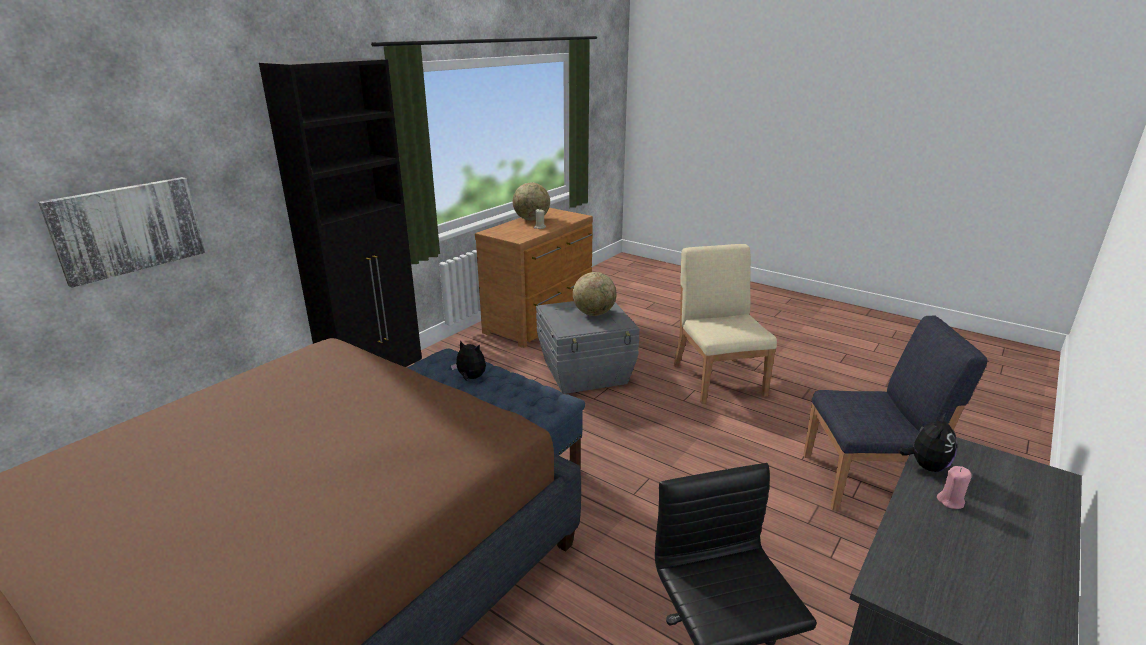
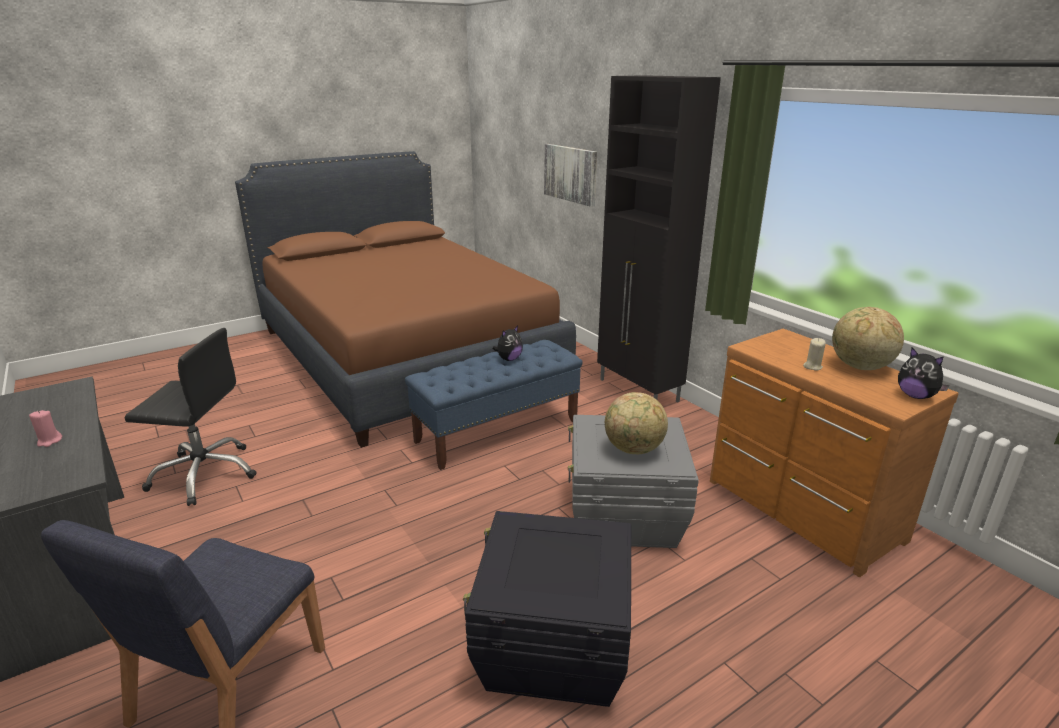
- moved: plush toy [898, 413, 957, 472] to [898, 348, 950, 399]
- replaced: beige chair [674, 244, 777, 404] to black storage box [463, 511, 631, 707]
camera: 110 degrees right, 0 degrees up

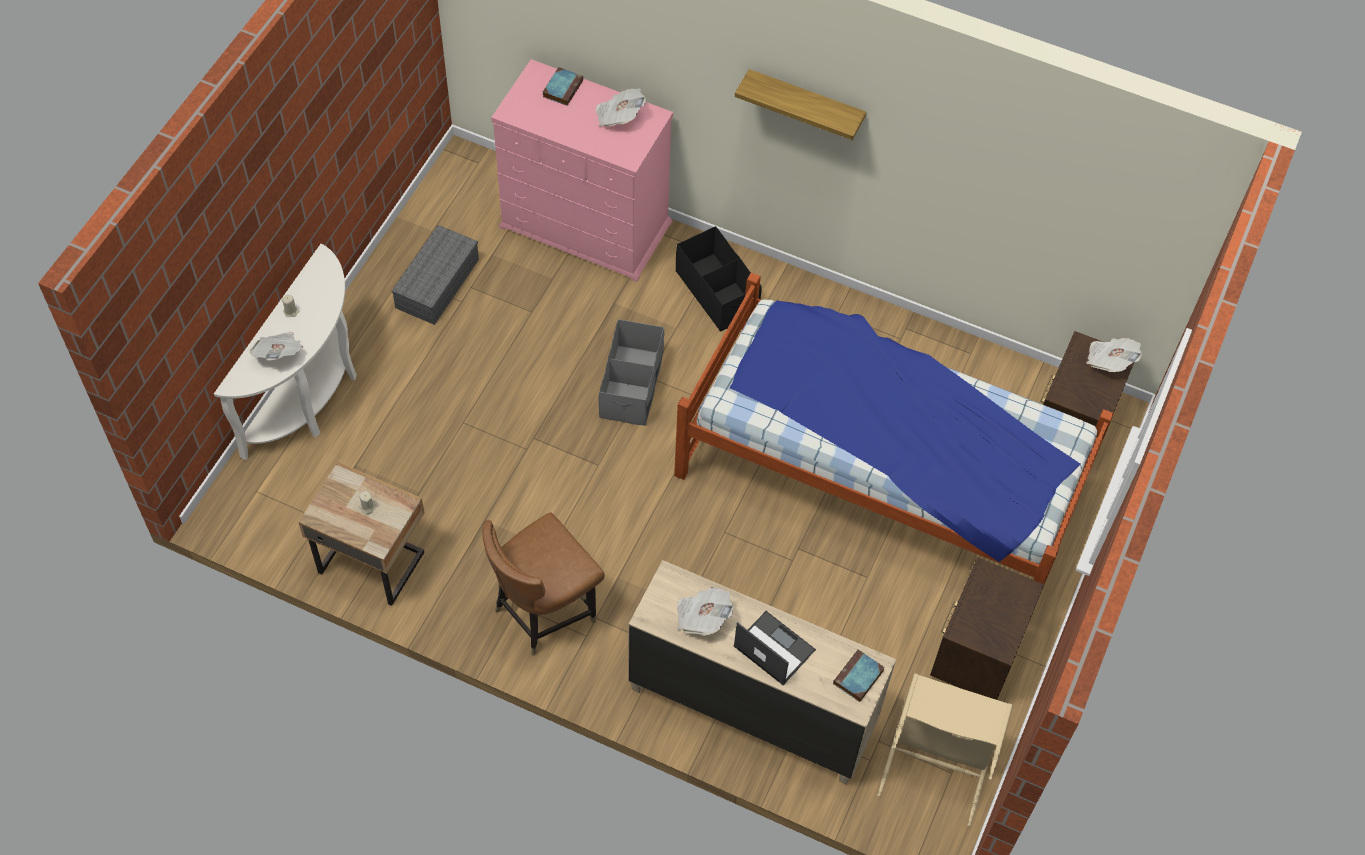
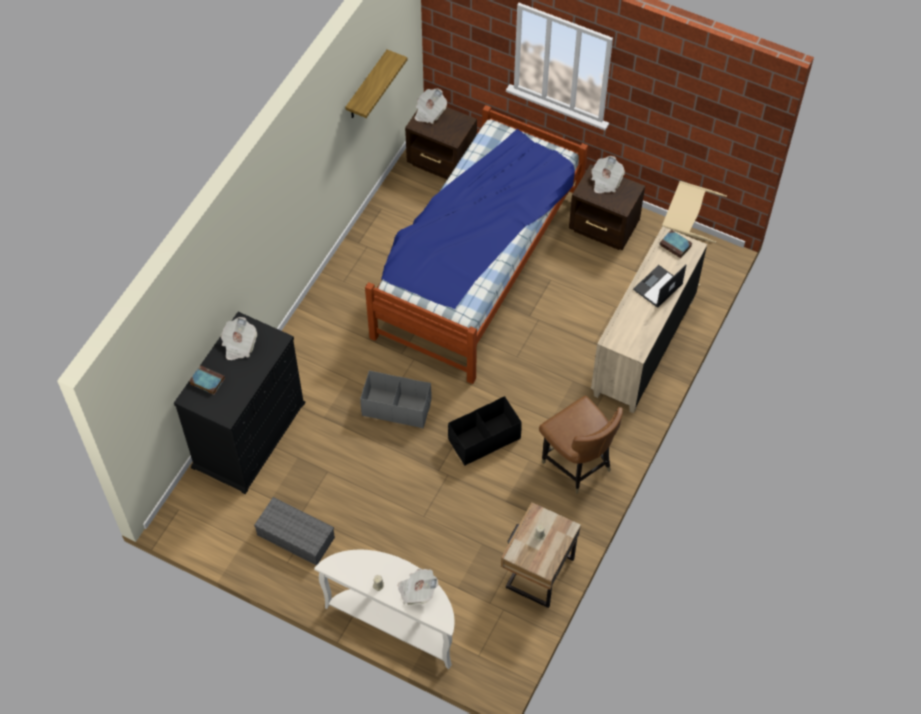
- moved: black storage box [676, 226, 762, 332] to [448, 396, 522, 466]
- moved: newspaper [677, 587, 734, 636] to [591, 156, 625, 193]
- moved: shelf [735, 69, 866, 140] to [345, 49, 407, 118]
- recoloured: pink dresser [491, 59, 673, 282] to black dresser [174, 312, 306, 494]
camera: 85 degrees left, 0 degrees up

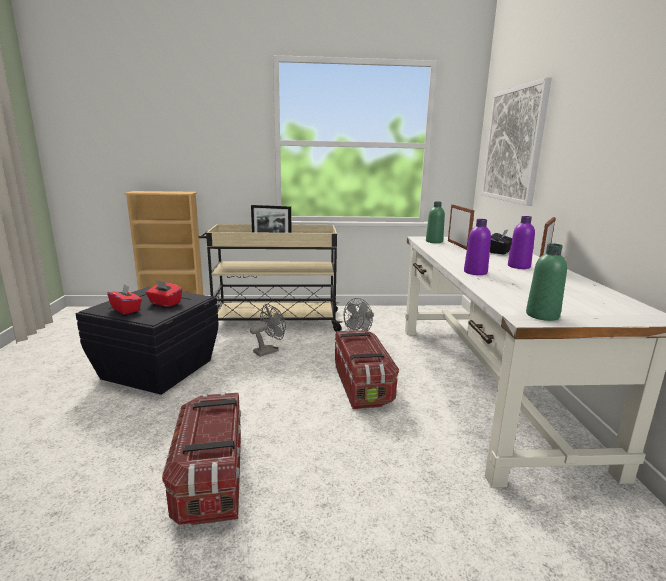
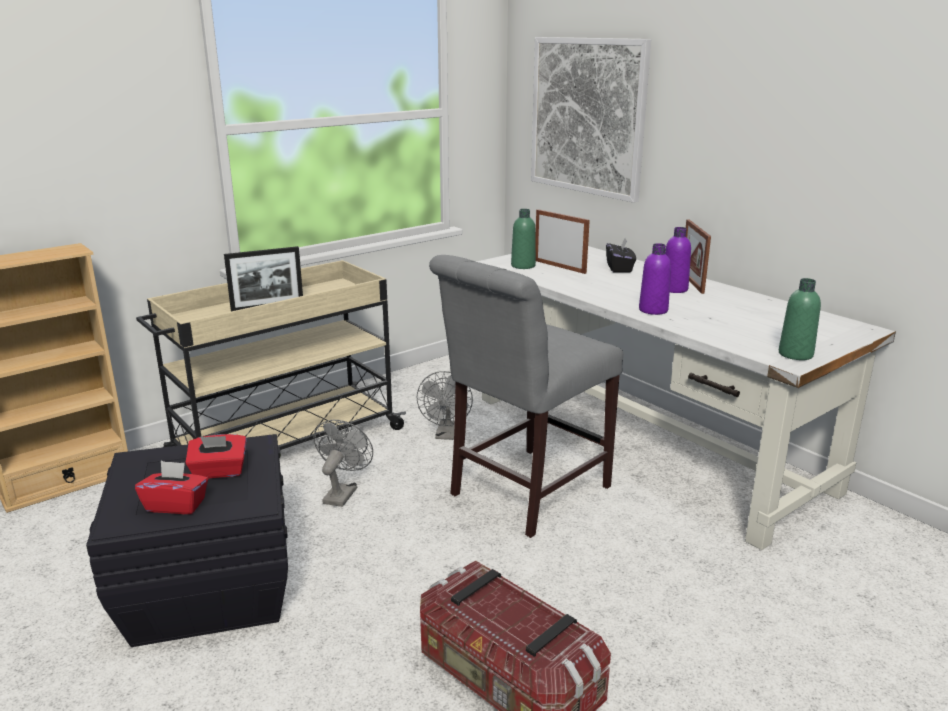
- replaced: storage box [335, 329, 399, 409] to grey chair [429, 255, 623, 538]
camera: 35 degrees left, 5 degrees up

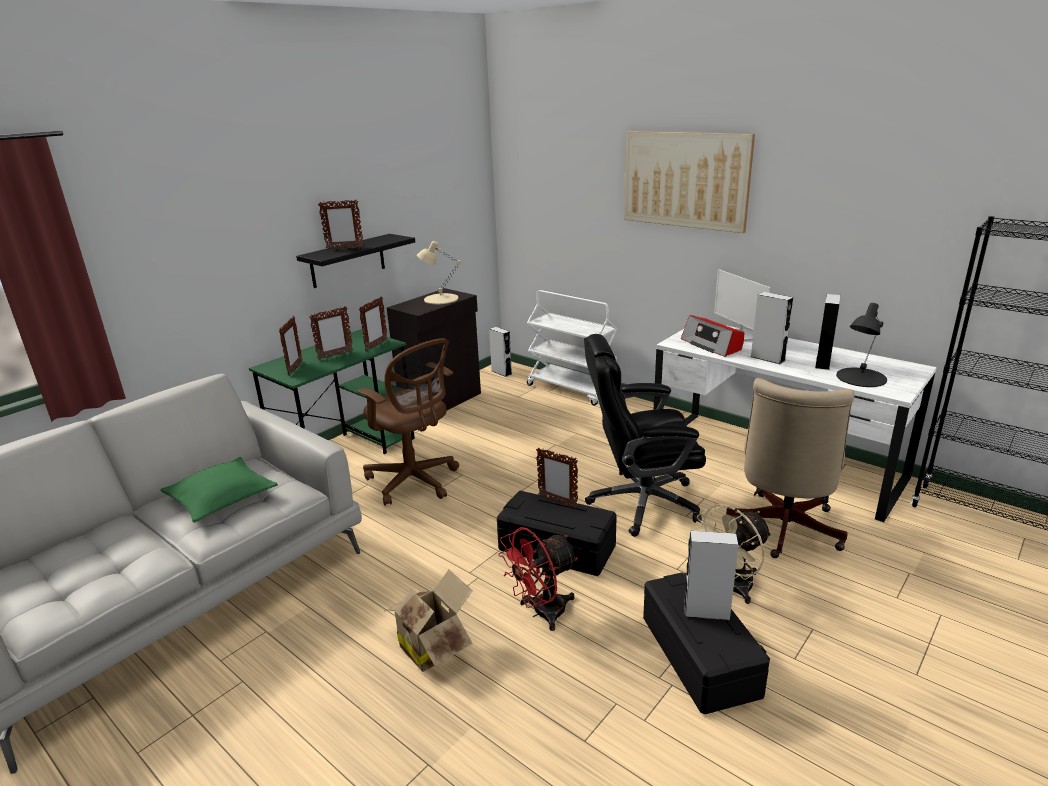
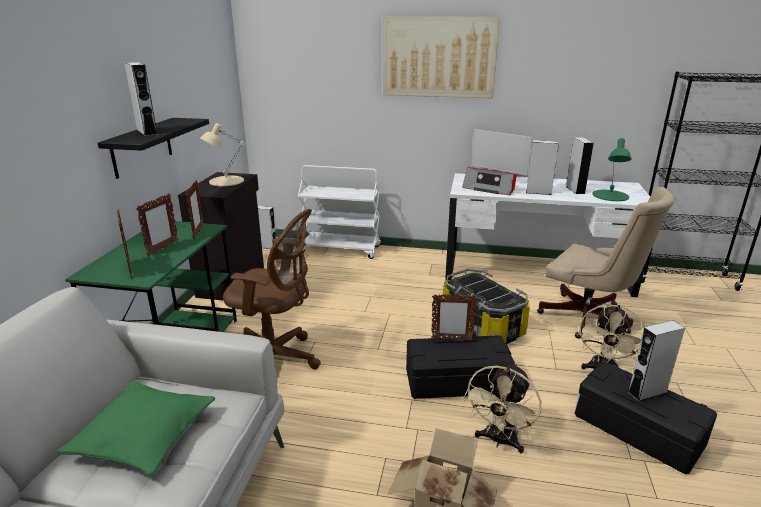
- replaced: picture frame [318, 200, 364, 249] to grey speaker [124, 62, 157, 136]
- replaced: black office chair [584, 334, 706, 537] to storage box [443, 269, 530, 344]
- recoloured: red fan [498, 527, 578, 631] to beige fan [463, 363, 541, 453]
- recoloured: black table lamp [836, 303, 887, 387] to green table lamp [592, 138, 632, 201]
- turned: beige office chair [726, 378, 855, 558] = [537, 187, 674, 339] 45 degrees counterclockwise
camera: 30 degrees left, 0 degrees up

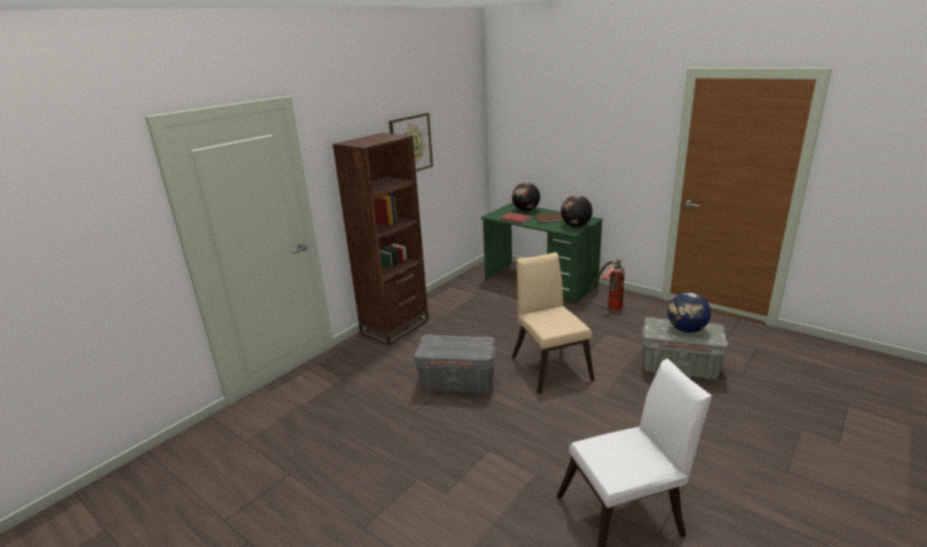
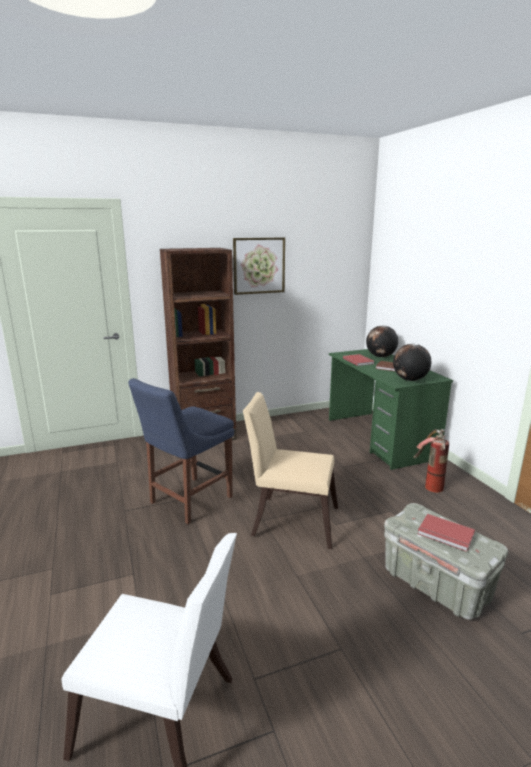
- replaced: grey storage box [414, 335, 496, 395] to blue chair [128, 378, 234, 524]
- replaced: globe [668, 293, 711, 333] to red book [417, 514, 475, 552]
- turned: beige chair [512, 252, 595, 394] = [243, 392, 338, 549] 90 degrees counterclockwise
camera: 30 degrees right, 5 degrees down

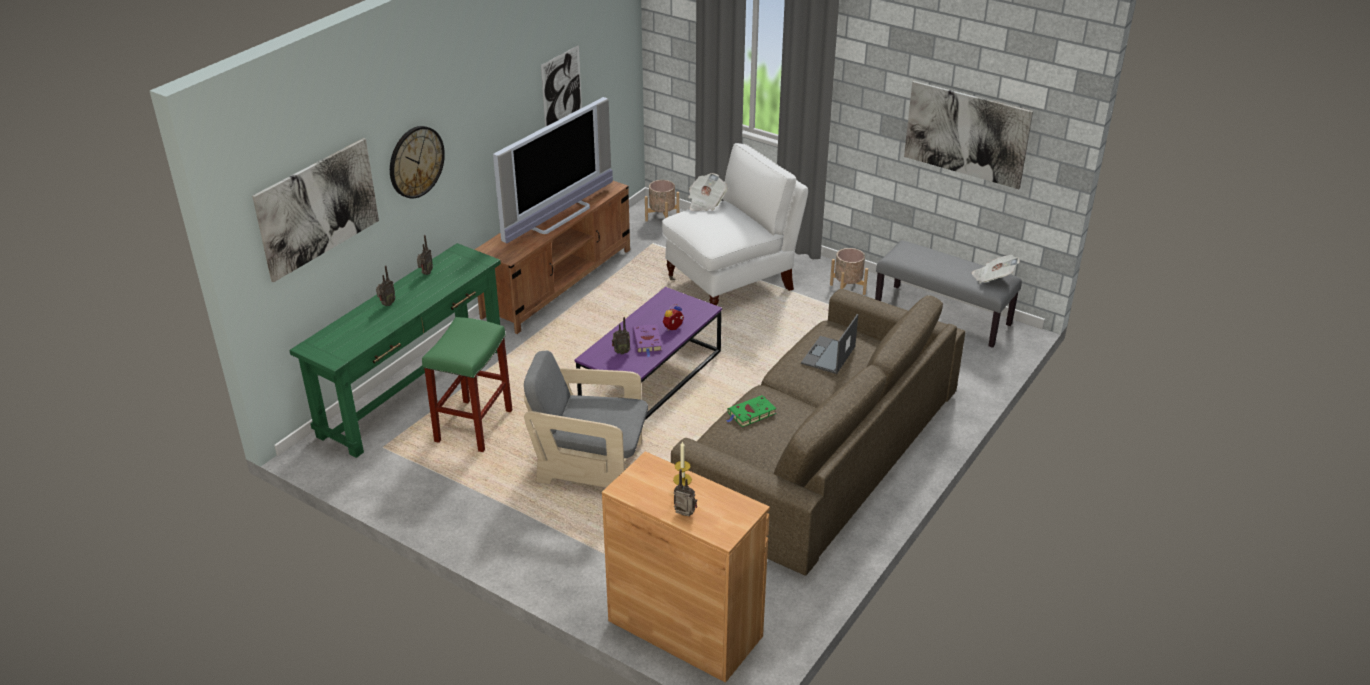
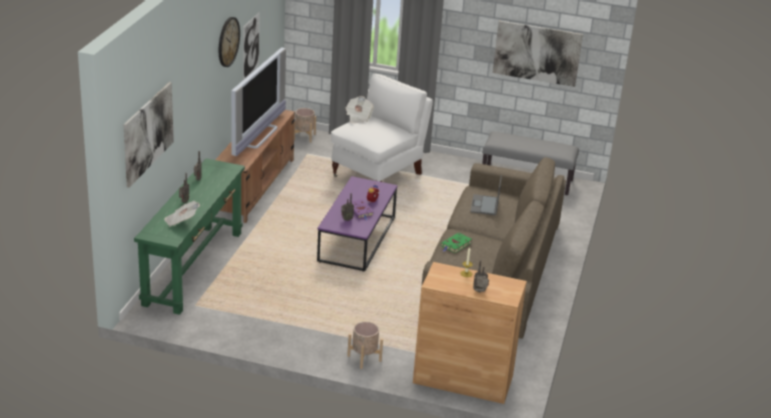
- removed: green stool [422, 317, 512, 452]
- removed: grey armchair [524, 351, 648, 488]
- moved: wall clock [390, 126, 445, 198] to [219, 17, 240, 67]
- moved: beige planter [830, 248, 868, 295] to [347, 321, 383, 369]
- moved: newspaper [972, 255, 1020, 283] to [164, 201, 200, 227]
camera: 20 degrees left, 5 degrees down

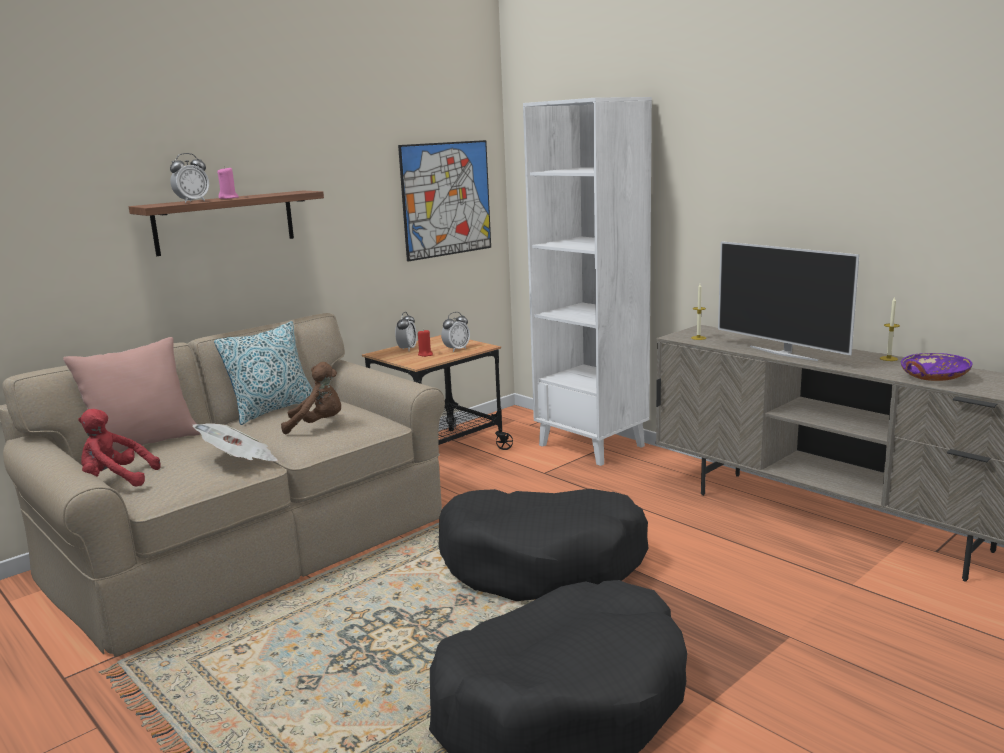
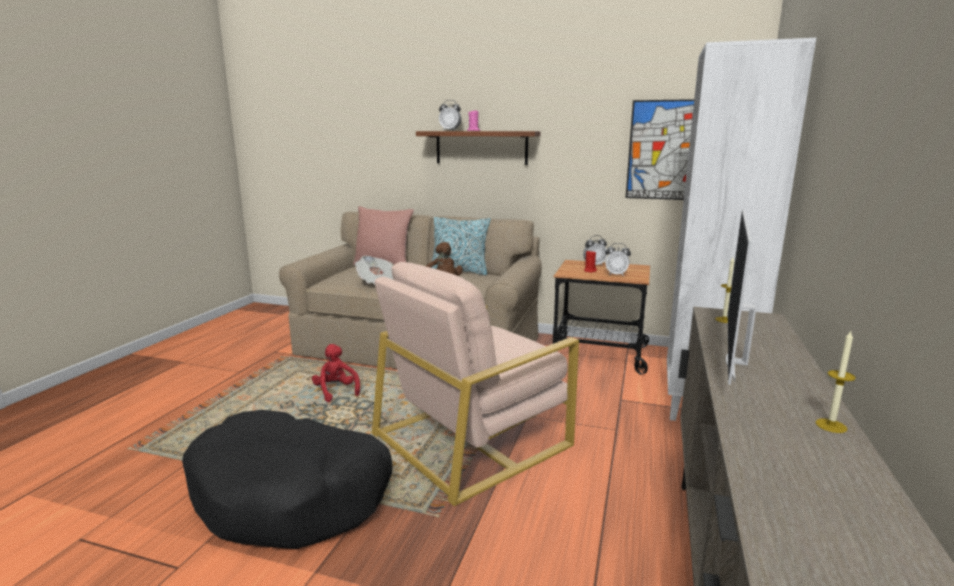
- removed: purple bowl [901, 353, 972, 381]
- moved: red plush toy [78, 409, 161, 487] to [312, 344, 360, 402]
- replaced: black dog bed [439, 489, 648, 601] to beige armchair [372, 262, 579, 506]
camera: 60 degrees right, 0 degrees up

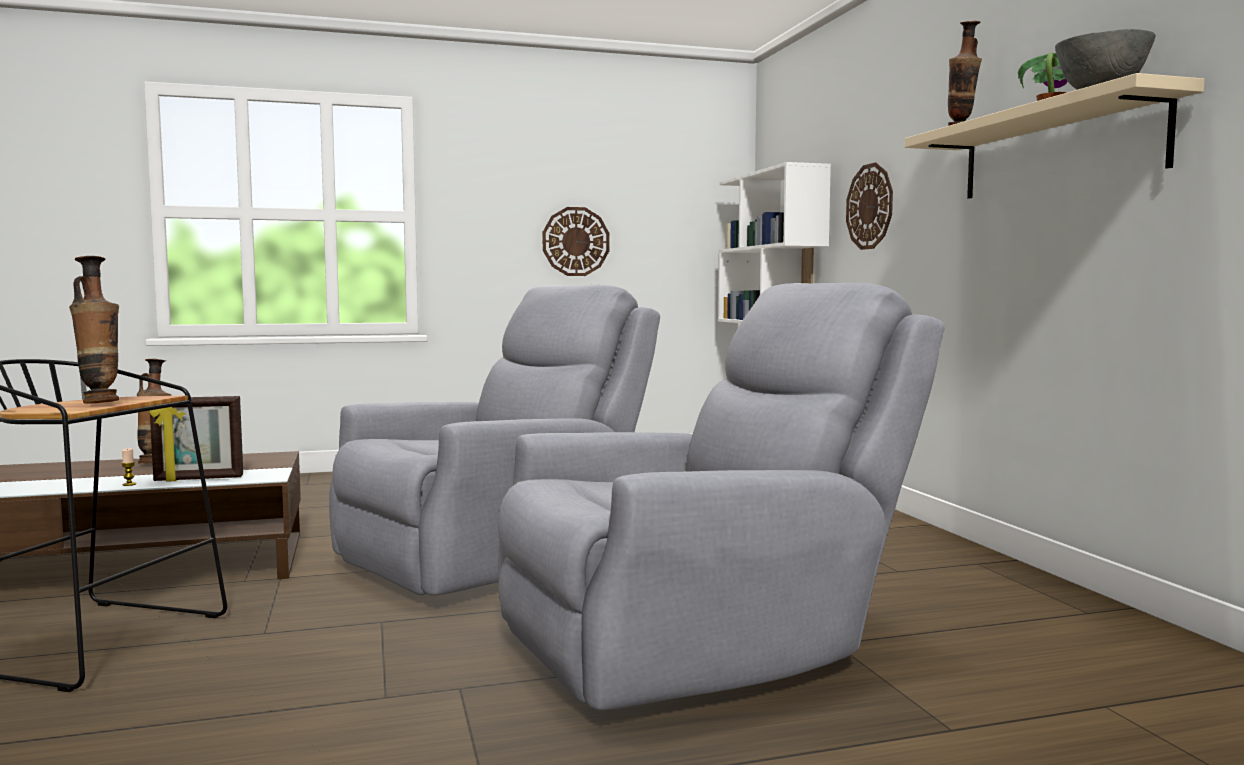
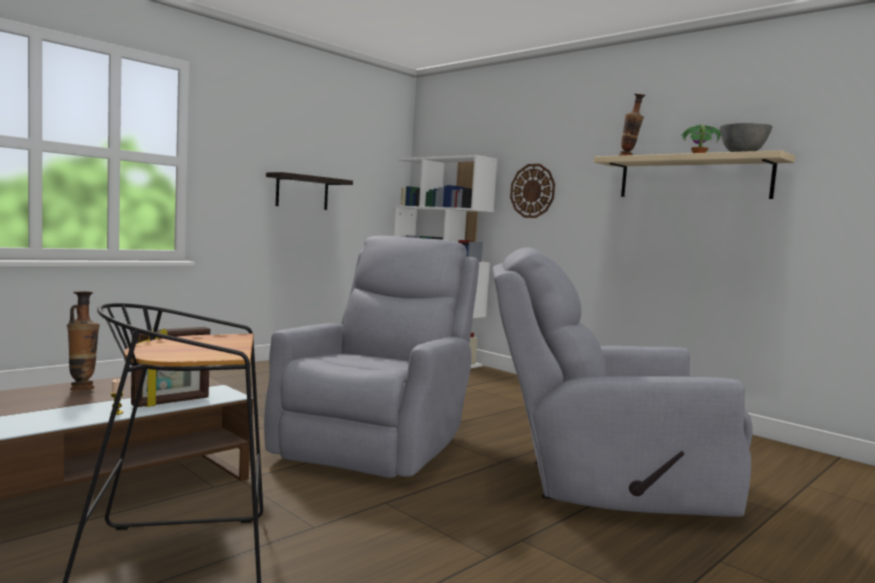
- removed: vase [69, 256, 119, 404]
- replaced: wall clock [543, 207, 609, 276] to shelf [266, 172, 353, 210]
- turned: grey armchair [498, 283, 944, 710] = [492, 247, 752, 517] 120 degrees counterclockwise
camera: 30 degrees left, 0 degrees up

